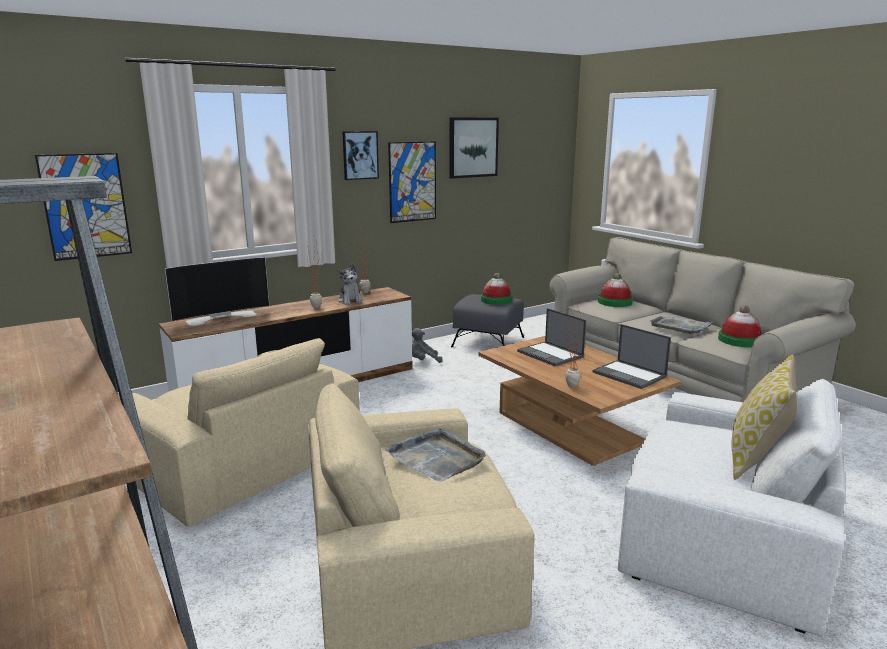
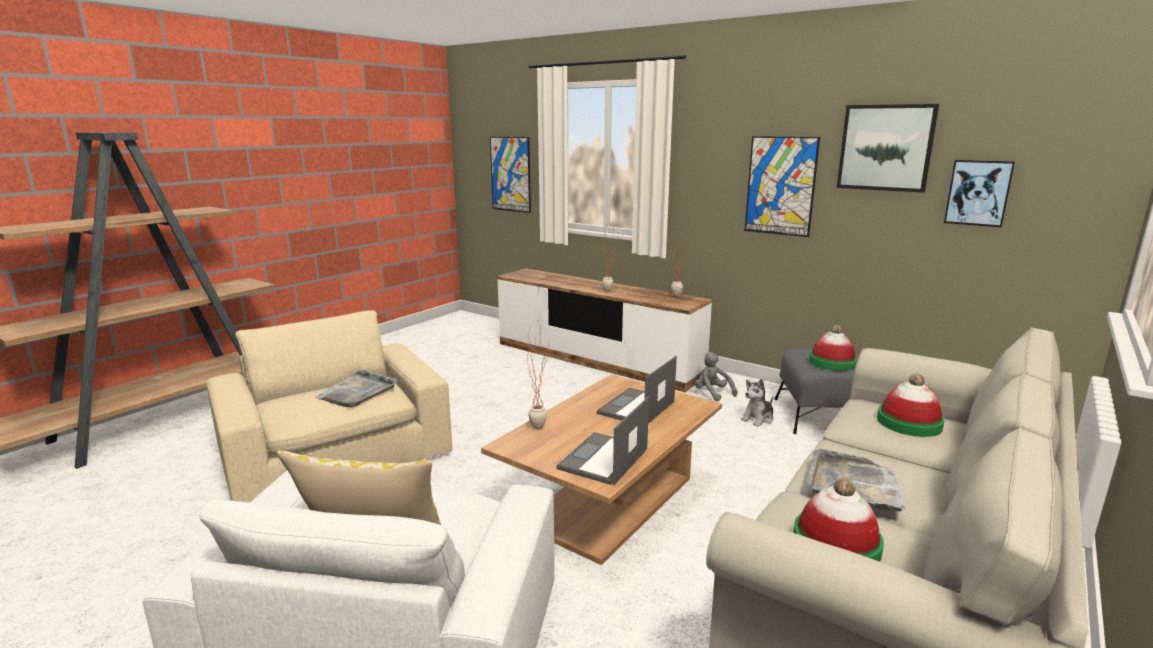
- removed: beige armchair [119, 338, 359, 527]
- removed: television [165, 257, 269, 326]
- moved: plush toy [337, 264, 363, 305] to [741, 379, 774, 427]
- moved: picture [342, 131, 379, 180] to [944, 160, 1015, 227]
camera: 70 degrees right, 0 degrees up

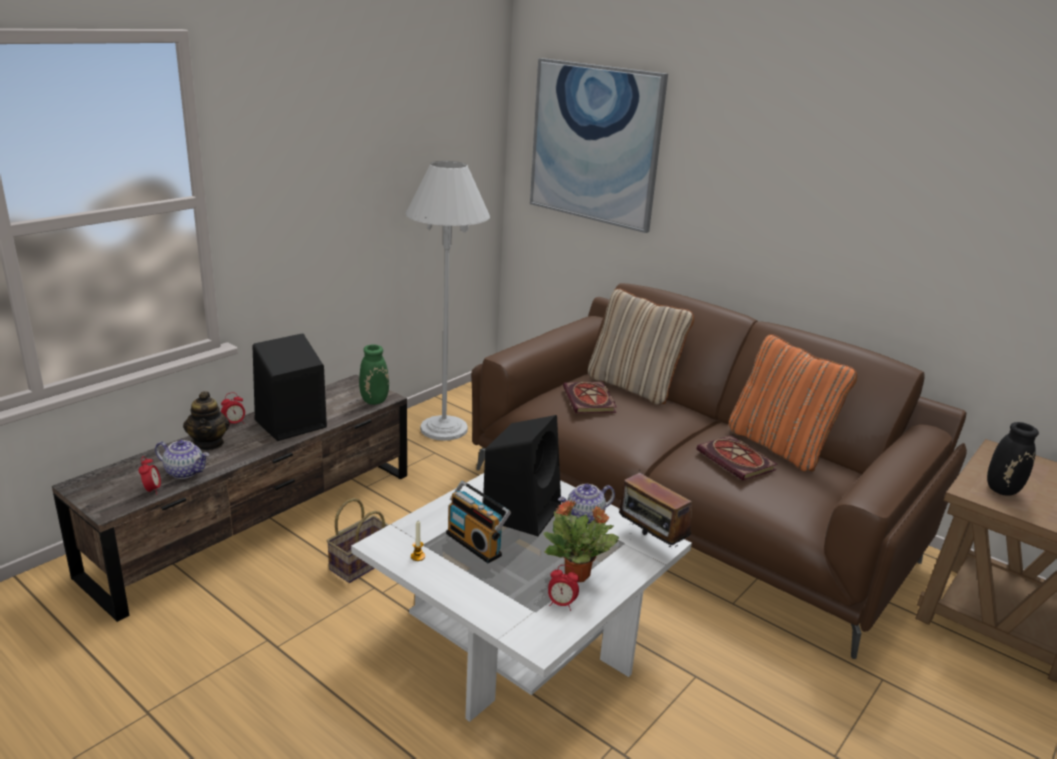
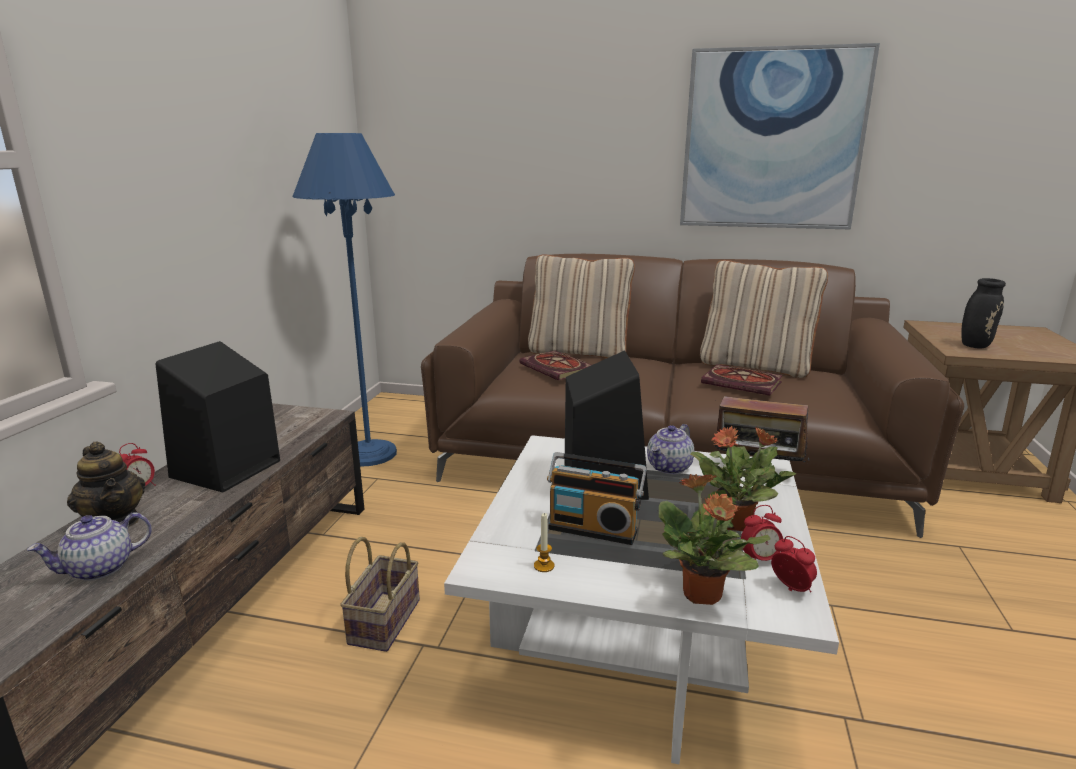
- removed: green vase [359, 344, 389, 405]
- added: potted plant [659, 474, 770, 605]
- moved: alarm clock [138, 456, 161, 495] to [771, 536, 817, 592]
- moved: picture [530, 58, 668, 233] to [680, 43, 880, 230]
- recoloured: white floor lamp [405, 161, 490, 441] to blue floor lamp [292, 133, 397, 466]
- recoloured: orange pillow [729, 334, 857, 472] to beige pillow [700, 260, 828, 378]
- turned: teapot [155, 440, 209, 479] = [27, 512, 152, 581] 150 degrees clockwise
camera: 25 degrees left, 5 degrees down

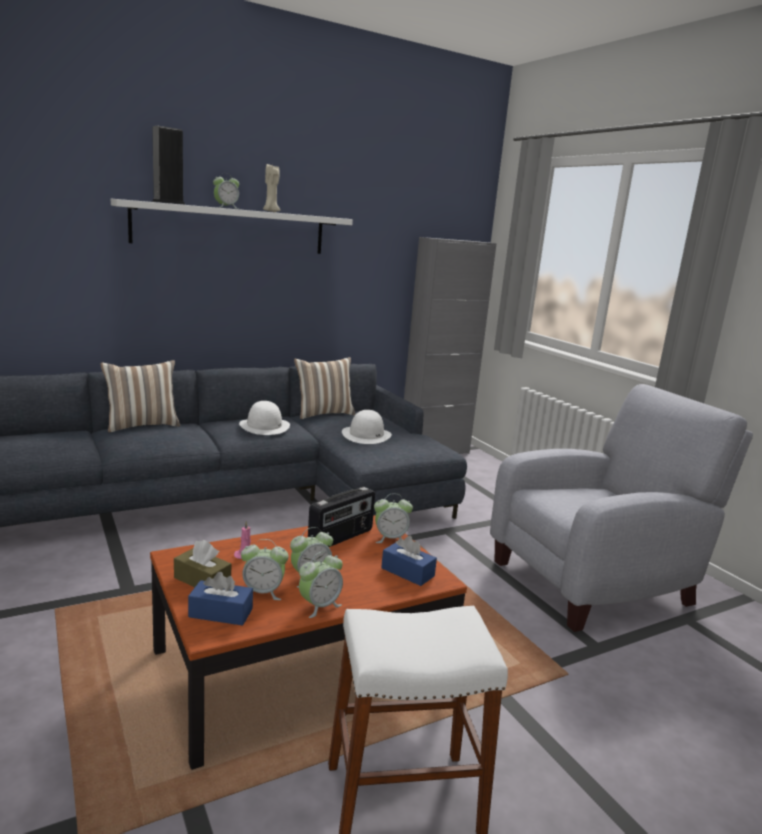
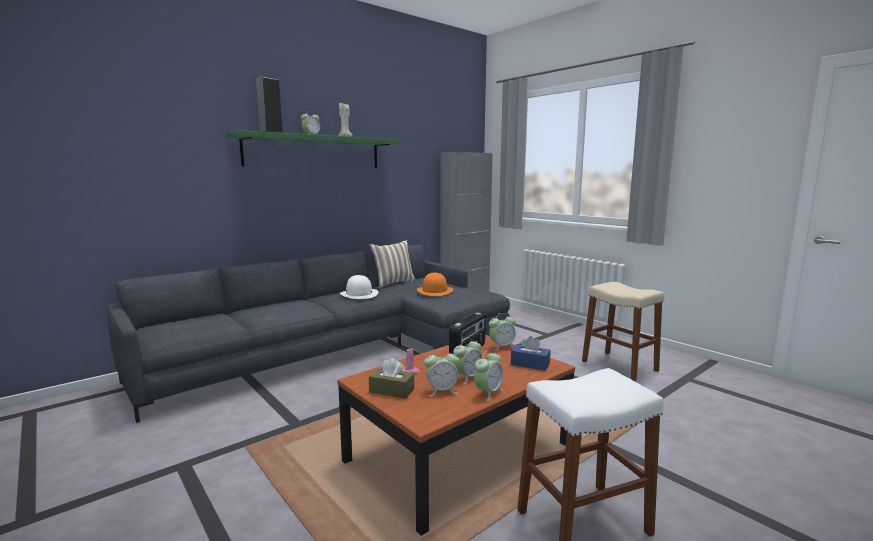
- removed: pillow [100, 360, 180, 432]
- removed: blue tissue box [188, 572, 253, 626]
- replaced: grey armchair [490, 384, 753, 632] to beige stool [582, 282, 664, 381]
- recoloured: white shelf [111, 199, 353, 254] to green shelf [226, 130, 402, 168]
- recoloured: white hat [342, 410, 392, 444] to orange hat [417, 273, 453, 296]
camera: 10 degrees left, 5 degrees down

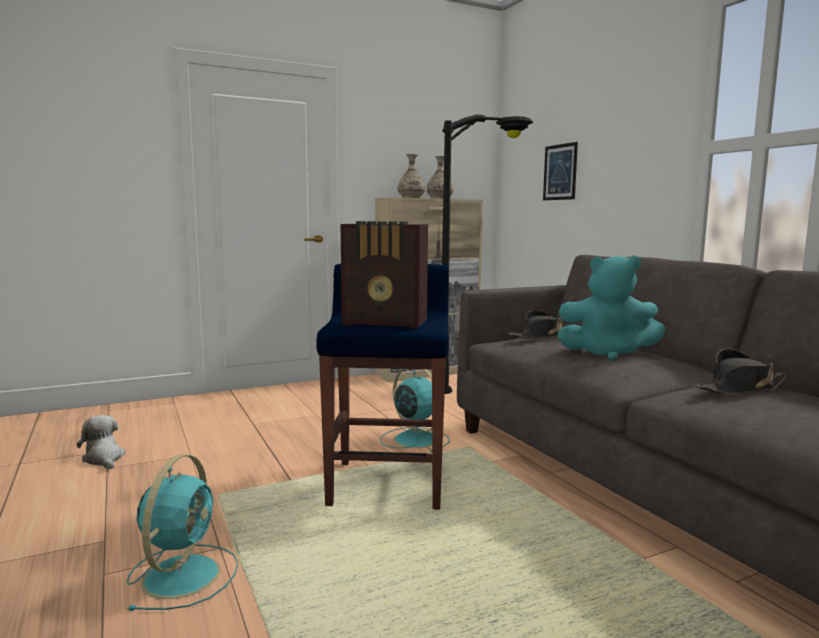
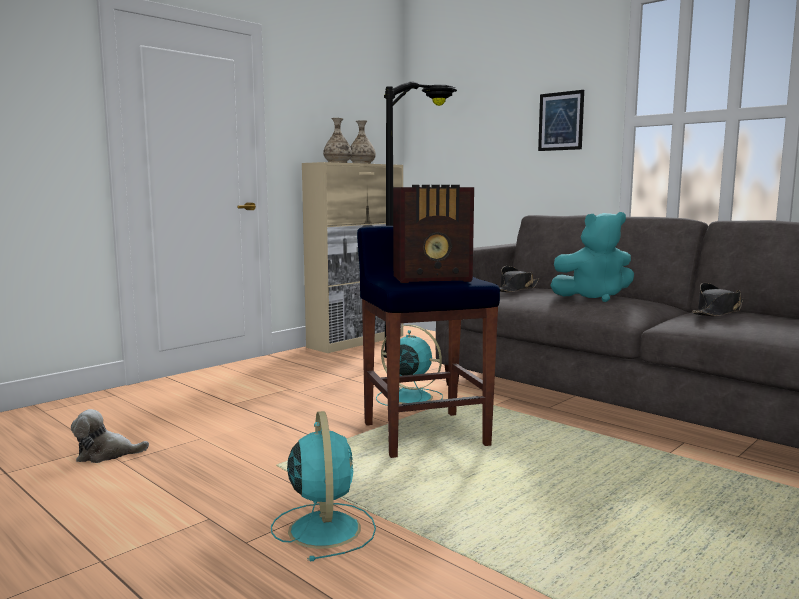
- moved: picture [543, 142, 578, 200] to [538, 90, 584, 151]
- turned: plush toy [77, 415, 125, 469] = [71, 409, 149, 463] 45 degrees counterclockwise
camera: 20 degrees left, 0 degrees up

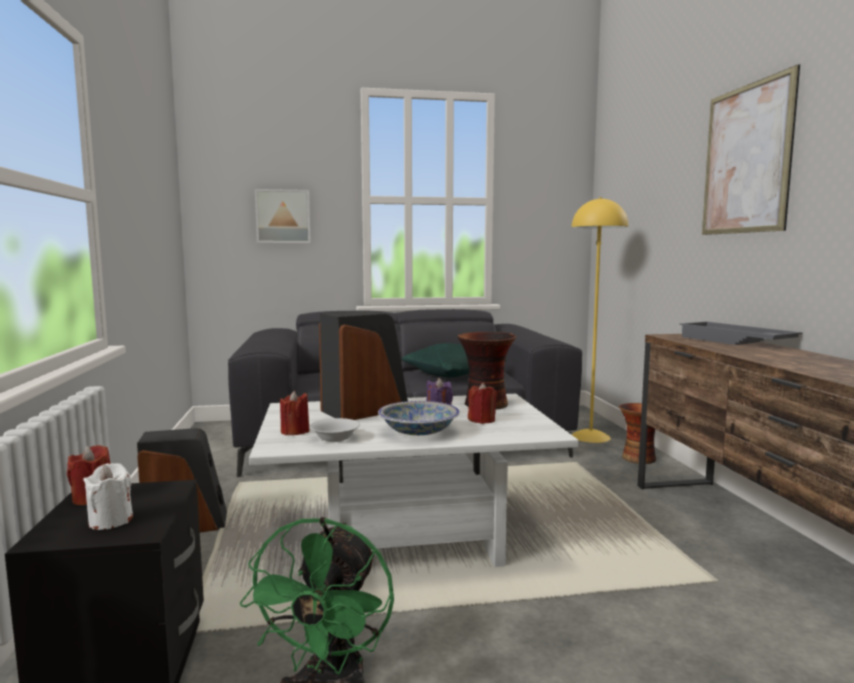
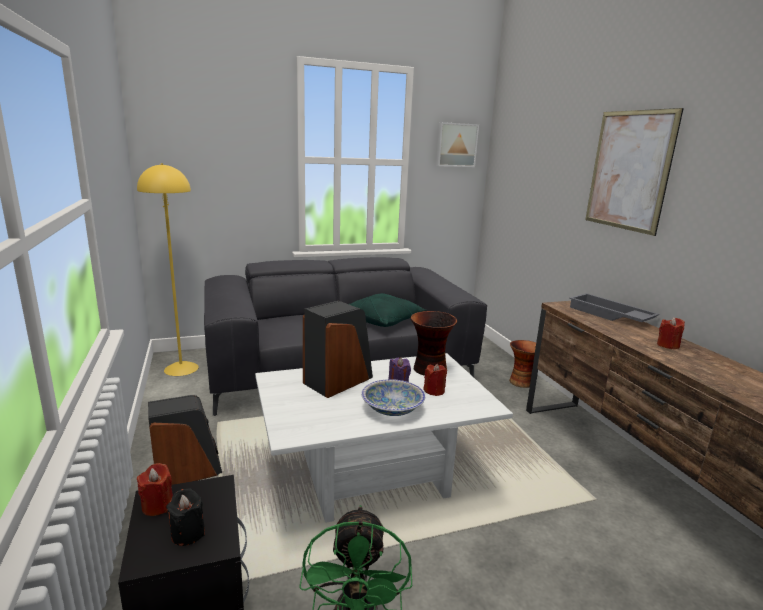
- removed: white bowl [309, 418, 360, 442]
- moved: picture [255, 189, 311, 243] to [436, 122, 479, 167]
- moved: red candle [280, 391, 310, 435] to [657, 317, 685, 349]
- moved: yellow floor lamp [572, 197, 628, 443] to [137, 163, 199, 376]
- recoloured: white candle [83, 463, 133, 530] to black candle [166, 488, 205, 546]
camera: 10 degrees left, 10 degrees up

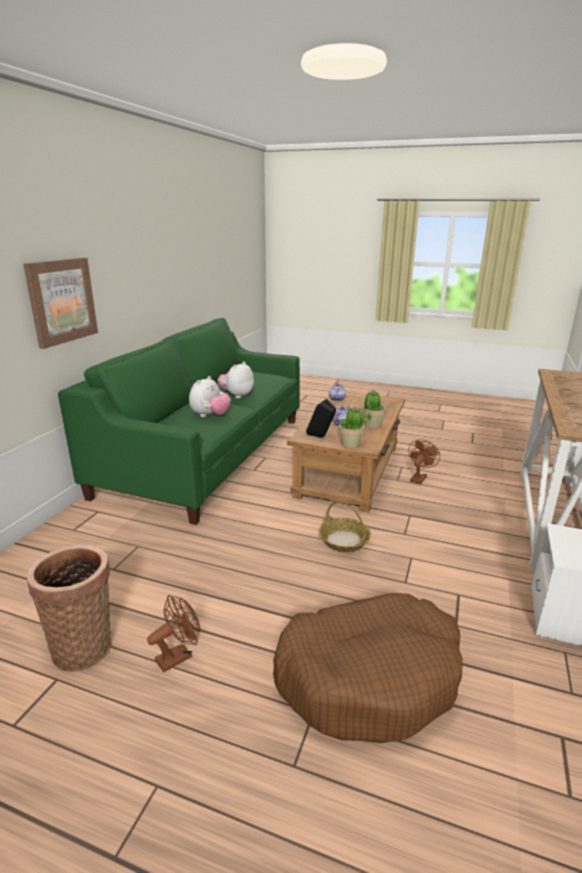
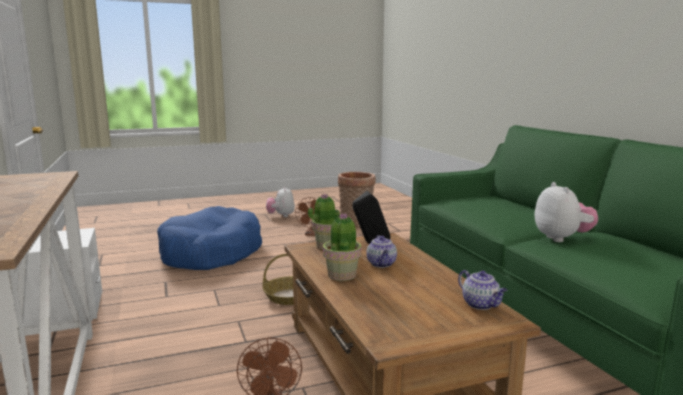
- removed: picture [23, 258, 98, 349]
- moved: plush toy [189, 376, 231, 417] to [266, 186, 295, 217]
- recoloured: brown dog bed [273, 593, 463, 743] to blue dog bed [157, 206, 262, 270]
camera: 140 degrees right, 10 degrees down

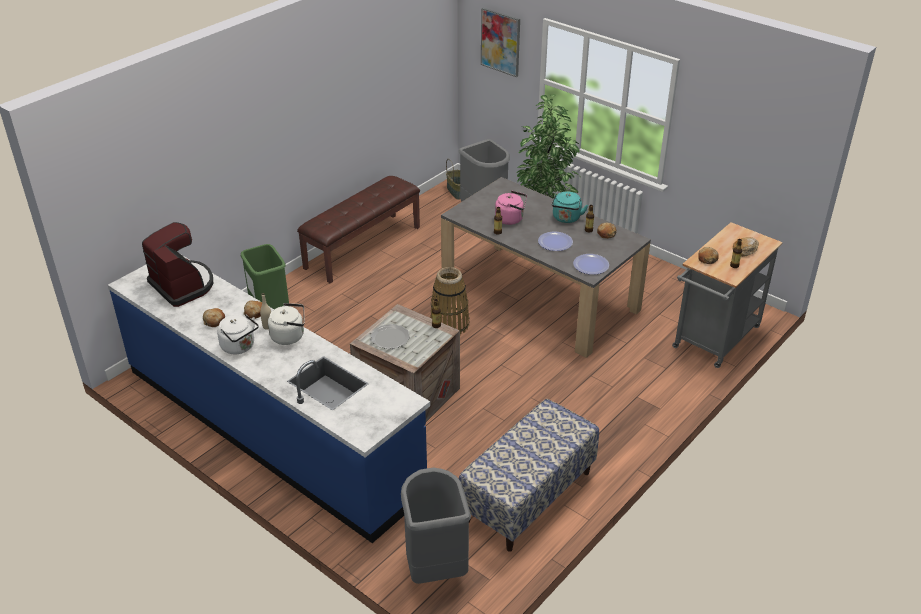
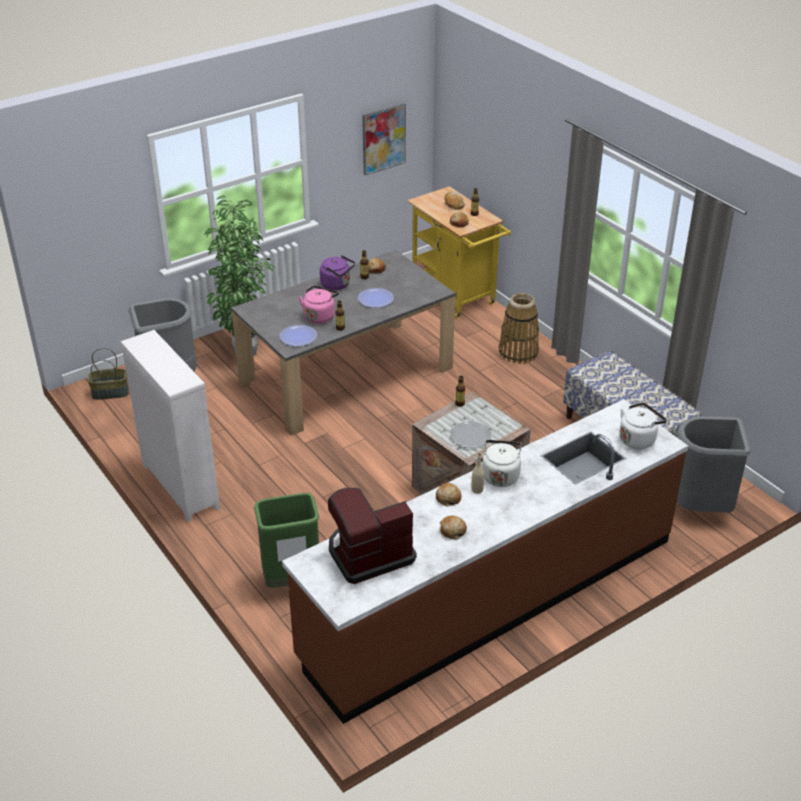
- moved: white kettle [217, 314, 259, 354] to [619, 402, 667, 449]
- moved: basket [430, 267, 470, 335] to [499, 293, 539, 364]
- moved: picture [481, 8, 520, 77] to [362, 103, 406, 175]
- moved: plate [573, 254, 609, 275] to [279, 325, 317, 346]
- replaced: brown bench [297, 176, 420, 283] to white dresser [120, 330, 220, 522]
- recoloured: blue counter [108, 255, 430, 543] to brown counter [282, 399, 688, 724]
- recoloured: turquoise kettle [552, 191, 588, 223] to purple kettle [320, 255, 355, 290]
- recoloured: grey cart [672, 222, 783, 368] to yellow cart [408, 186, 511, 318]
camera: 75 degrees left, 0 degrees up

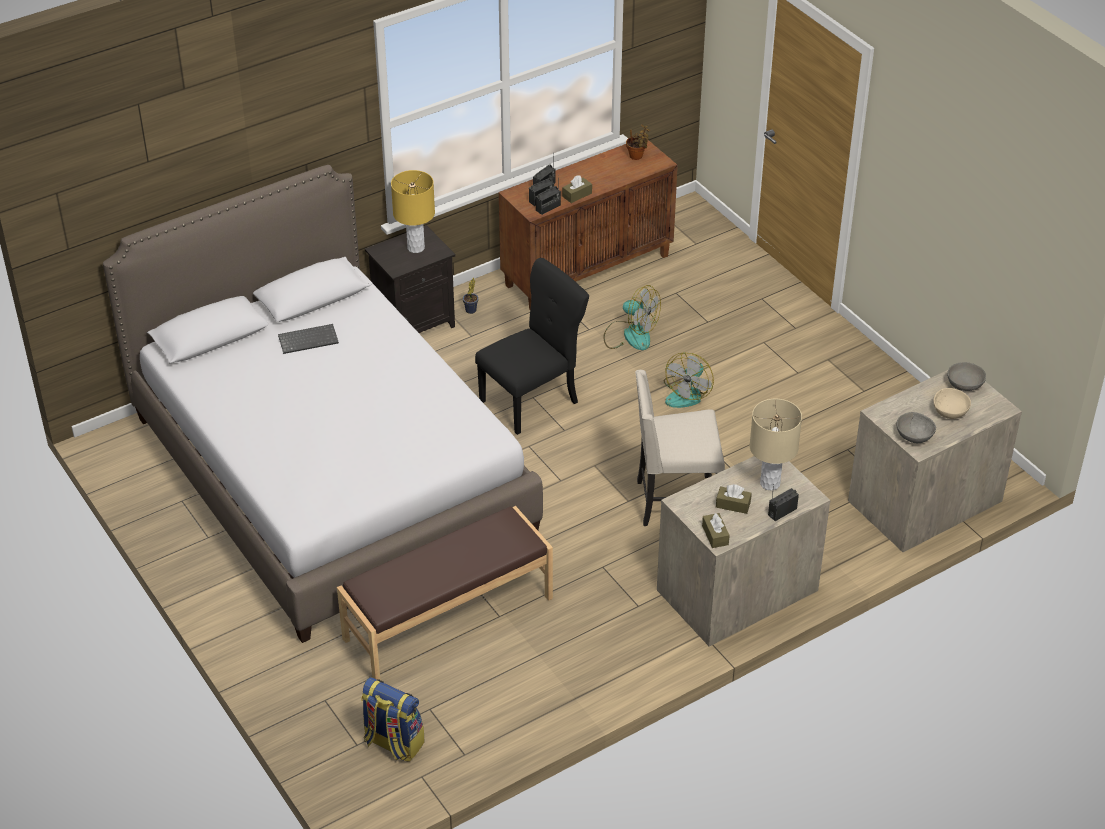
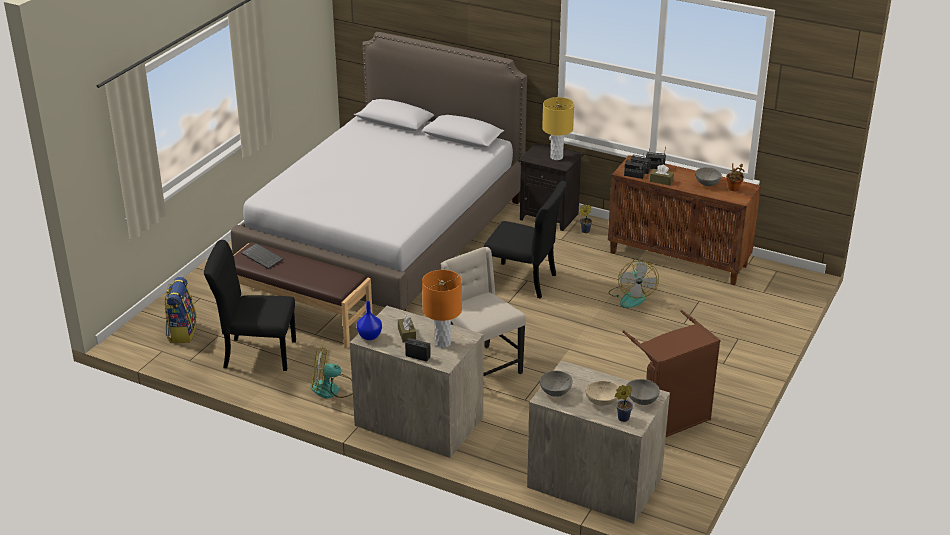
- added: black chair [204, 240, 296, 371]
- added: potted plant [615, 385, 633, 422]
- added: brown laundry basket [622, 310, 721, 437]
- added: grey bowl [695, 167, 722, 186]
- moved: keyboard [278, 324, 339, 354] to [241, 243, 284, 269]
- moved: fan [664, 352, 714, 408] to [310, 347, 353, 398]
- replaced: brown tissue box [702, 513, 730, 548] to blue vase [356, 301, 382, 340]
- recoloured: beige table lamp [749, 399, 802, 491] to orange table lamp [422, 270, 462, 348]
camera: 60 degrees right, 10 degrees down

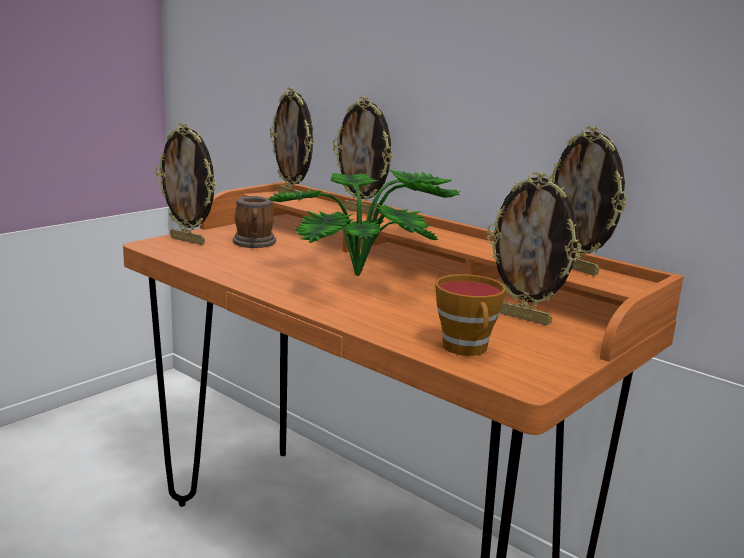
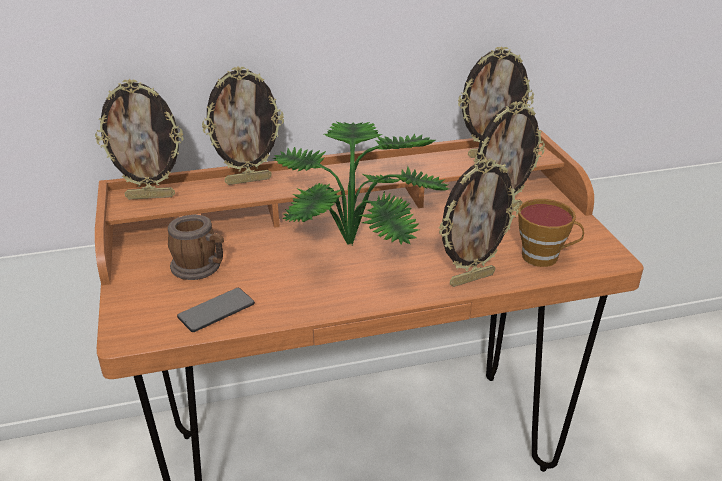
- added: phone [177, 288, 255, 332]
- moved: picture frame [156, 123, 216, 245] to [439, 158, 519, 287]
camera: 55 degrees left, 15 degrees up

